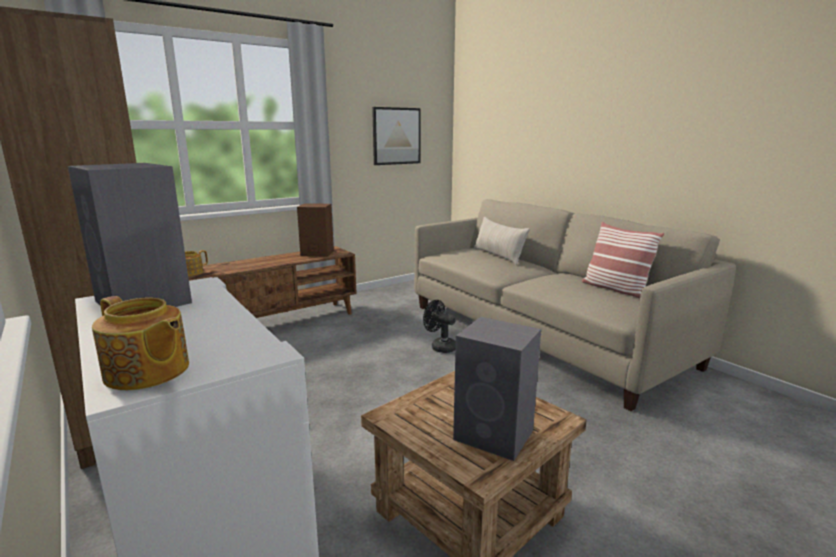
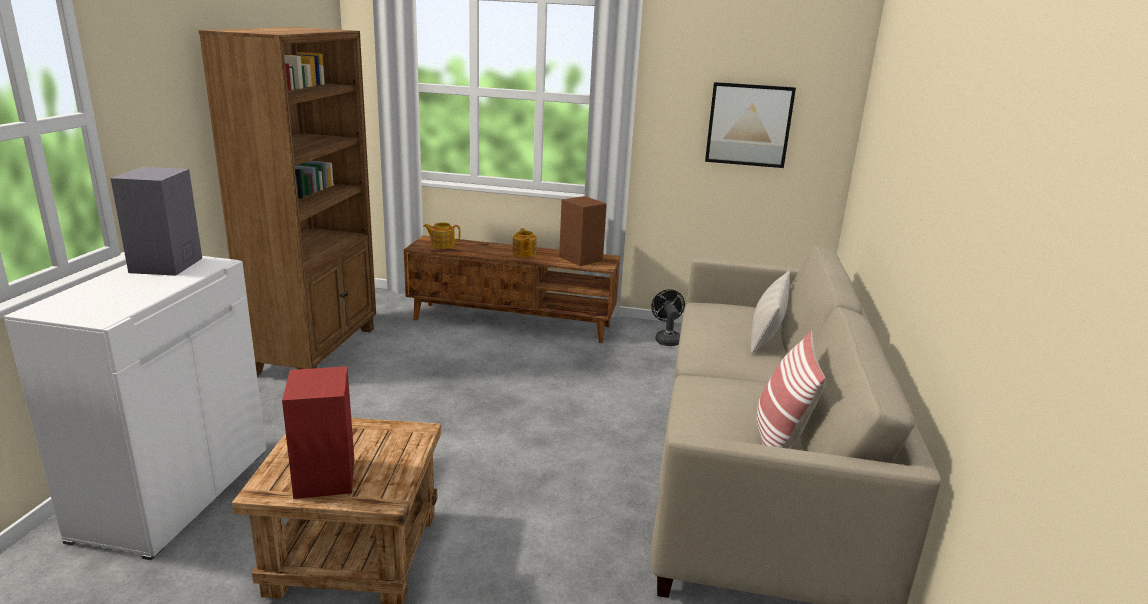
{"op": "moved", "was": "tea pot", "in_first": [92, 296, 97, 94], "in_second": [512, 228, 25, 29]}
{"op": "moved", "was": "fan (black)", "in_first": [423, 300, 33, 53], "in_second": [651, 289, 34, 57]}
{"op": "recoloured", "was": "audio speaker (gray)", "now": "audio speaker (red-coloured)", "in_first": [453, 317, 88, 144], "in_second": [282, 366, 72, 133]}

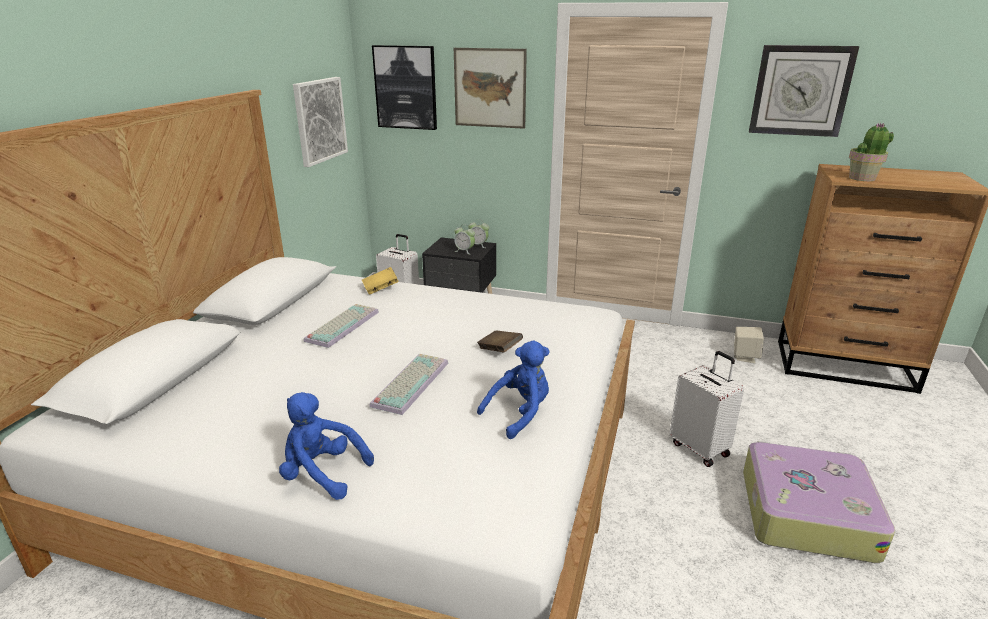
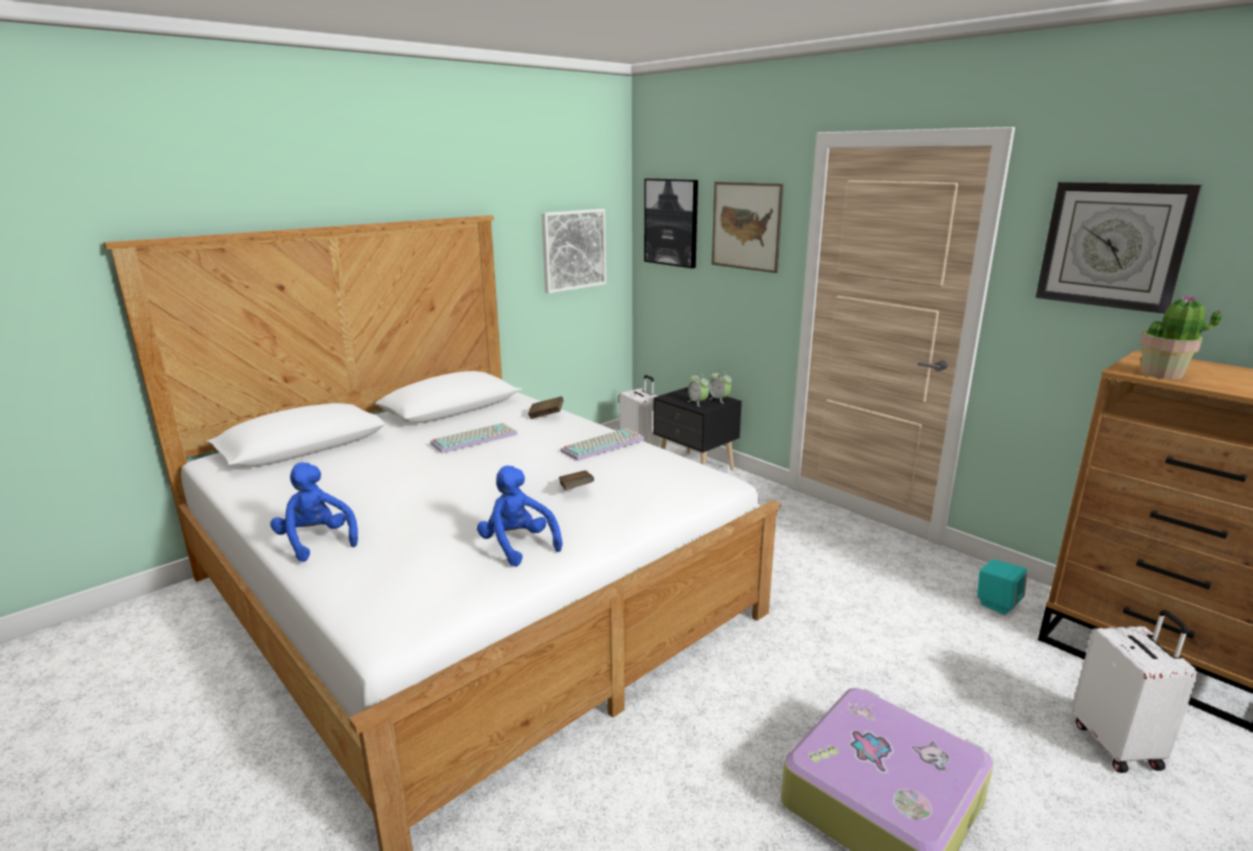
{"op": "moved", "was": "computer keyboard", "in_first": [369, 354, 79, 61], "in_second": [560, 428, 85, 33]}
{"op": "moved", "was": "travel case (white-coloured)", "in_first": [670, 351, 74, 116], "in_second": [1072, 610, 126, 163]}
{"op": "recoloured", "was": "volume (yellow-coloured)", "now": "volume (brown)", "in_first": [362, 267, 37, 28], "in_second": [528, 396, 36, 23]}
{"op": "recoloured", "was": "audio speaker (sand-coloured)", "now": "audio speaker (blue-green)", "in_first": [734, 327, 30, 36], "in_second": [977, 559, 50, 56]}
{"op": "turned", "was": "cuddly toy (bluish)", "in_first": [477, 341, 72, 98], "in_second": [477, 465, 85, 102], "clockwise": -120}

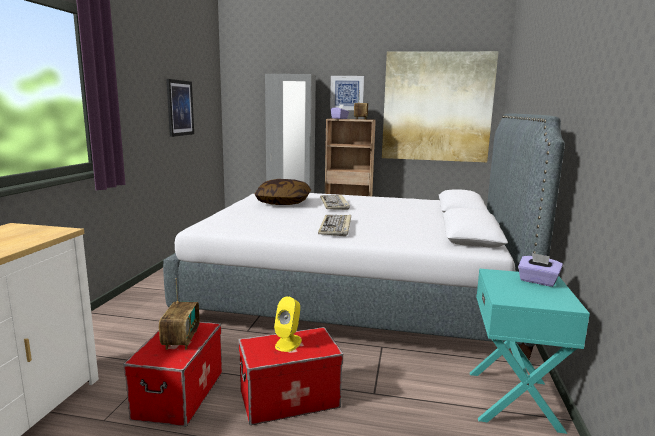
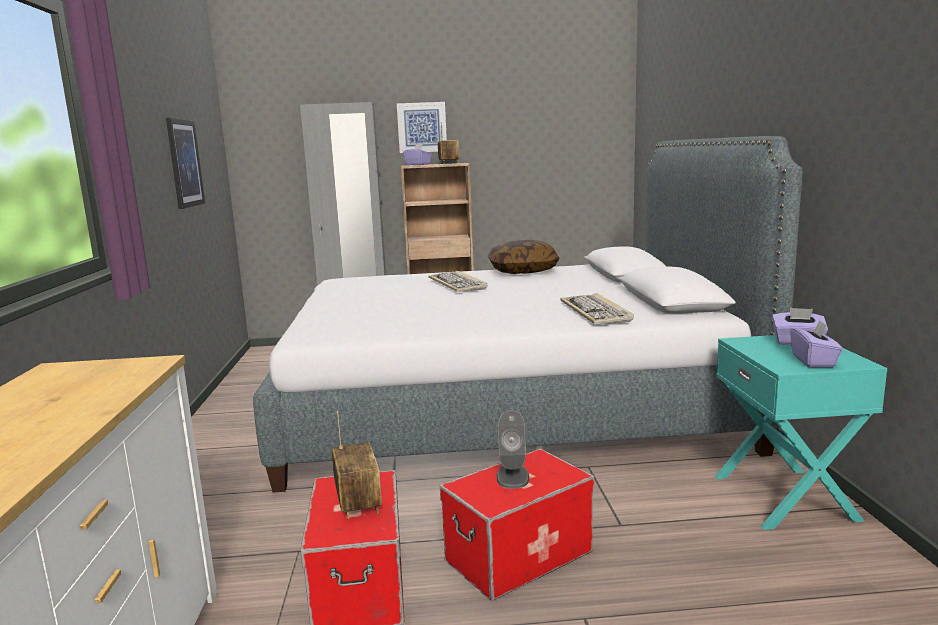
{"op": "removed", "was": "wall picture", "in_first": [382, 51, 117, 111]}
{"op": "added", "now": "tissue holder (purplish)", "in_second": [790, 320, 53, 47]}
{"op": "moved", "was": "throw pillow", "in_first": [255, 179, 56, 26], "in_second": [488, 240, 72, 34]}
{"op": "moved", "was": "computer keyboard", "in_first": [318, 215, 33, 21], "in_second": [560, 293, 74, 31]}
{"op": "recoloured", "was": "audio speaker (yellow-coloured)", "now": "audio speaker (gray)", "in_first": [274, 296, 28, 56], "in_second": [496, 410, 33, 79]}

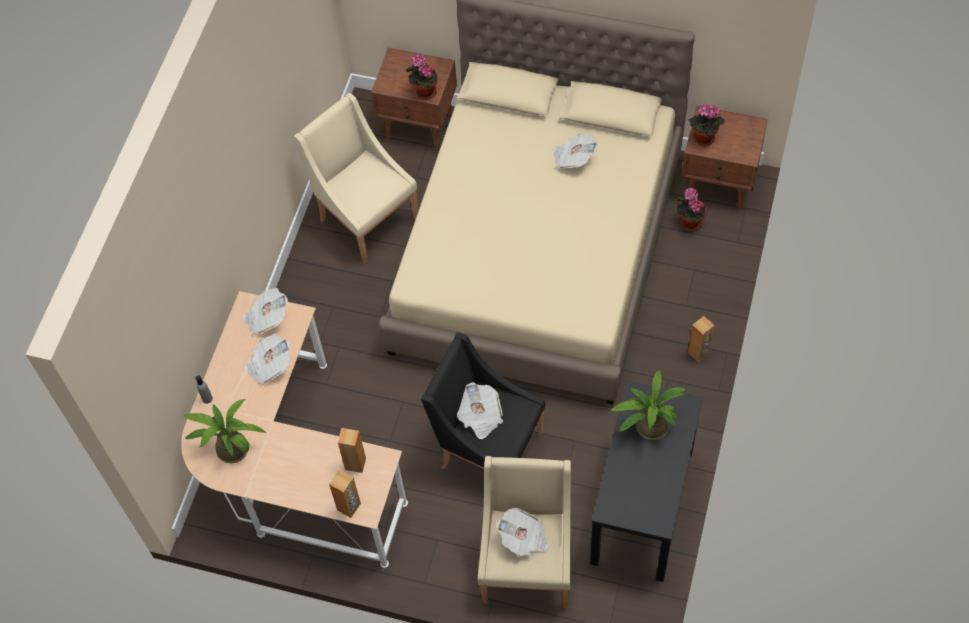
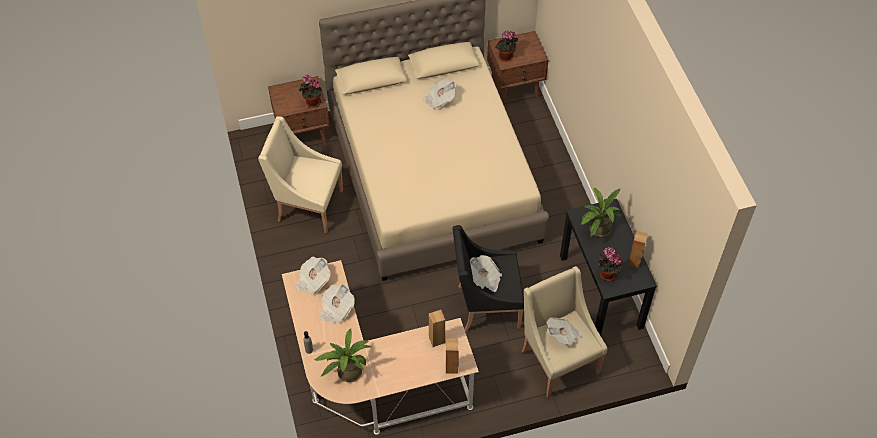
{"op": "moved", "was": "potted plant", "in_first": [677, 188, 29, 44], "in_second": [597, 247, 25, 35]}
{"op": "moved", "was": "audio speaker (brown)", "in_first": [688, 316, 26, 46], "in_second": [628, 231, 20, 37]}

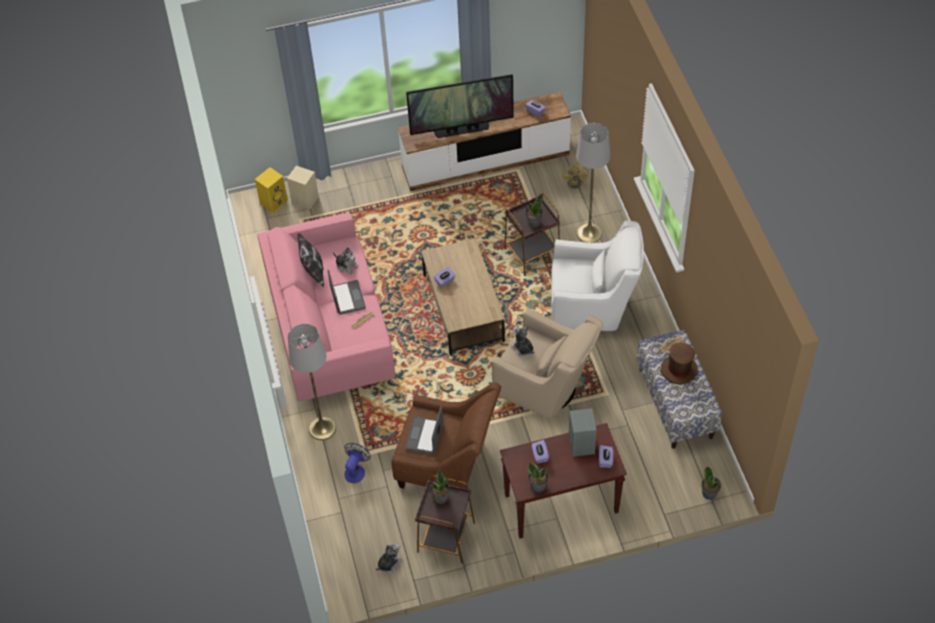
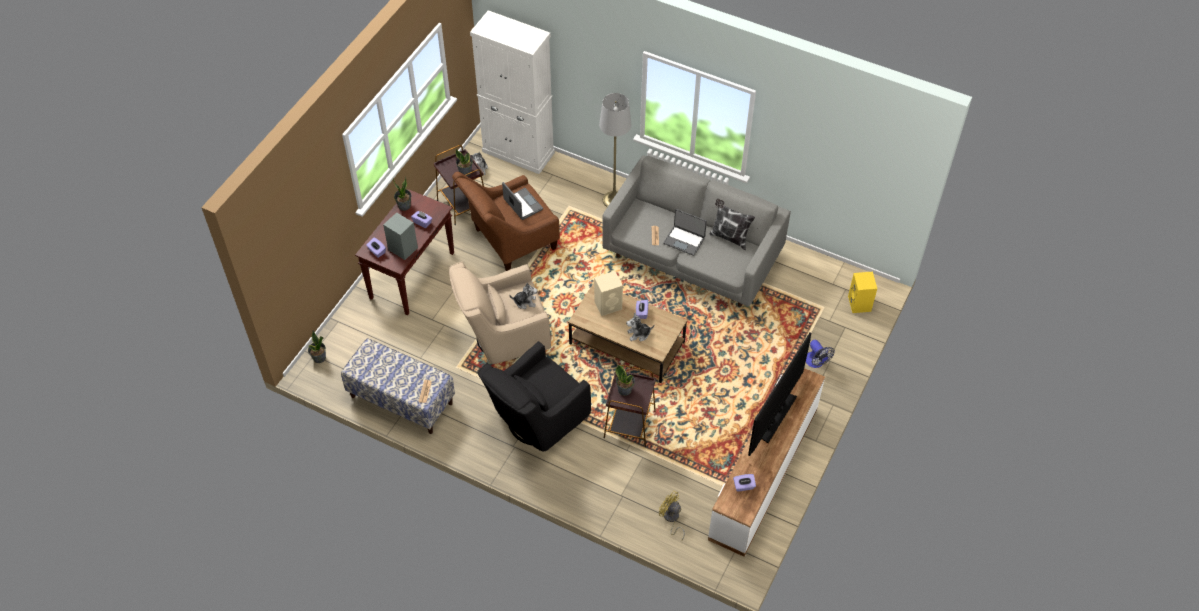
{"op": "removed", "was": "standing lamp (gray)", "in_first": [576, 123, 34, 120]}
{"op": "removed", "was": "hat (brown)", "in_first": [661, 342, 37, 43]}
{"op": "added", "now": "cupboard (white-coloured)", "in_second": [470, 10, 85, 164]}
{"op": "moved", "was": "audio speaker (sand-coloured)", "in_first": [287, 166, 32, 44], "in_second": [594, 271, 29, 45]}
{"op": "moved", "was": "cuddly toy", "in_first": [333, 247, 26, 28], "in_second": [626, 312, 28, 30]}
{"op": "moved", "was": "fan", "in_first": [344, 443, 27, 40], "in_second": [806, 340, 29, 28]}
{"op": "recoloured", "was": "sofa (pink)", "now": "sofa (gray)", "in_first": [257, 213, 138, 189], "in_second": [602, 155, 189, 152]}
{"op": "recoloured", "was": "easy chair (white-coloured)", "now": "easy chair (black)", "in_first": [551, 221, 93, 110], "in_second": [478, 341, 113, 111]}

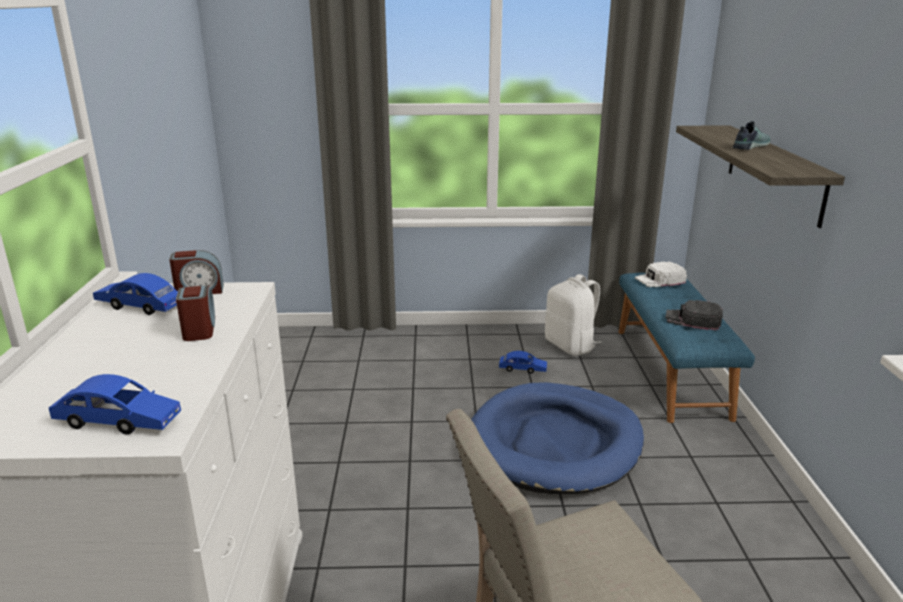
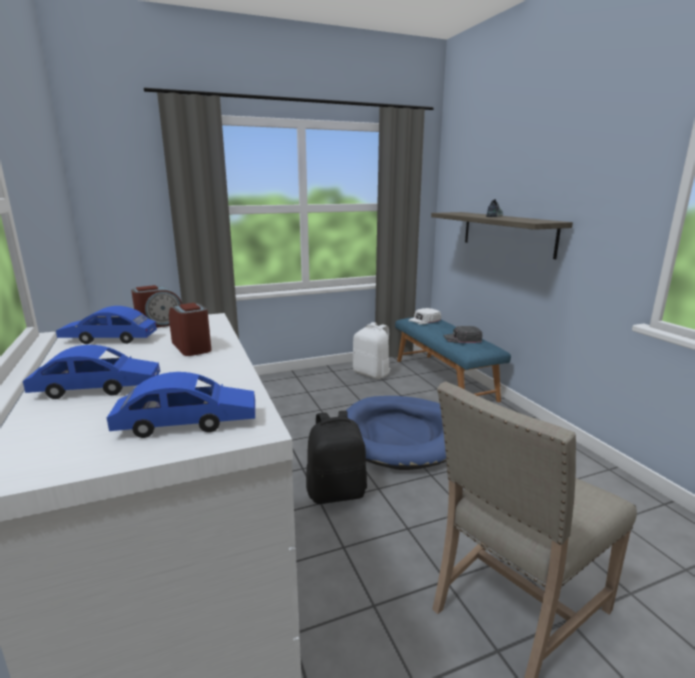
{"op": "added", "now": "knapsack (black)", "in_second": [306, 411, 61, 93]}
{"op": "moved", "was": "model car (bluish)", "in_first": [499, 351, 48, 23], "in_second": [23, 345, 137, 54]}

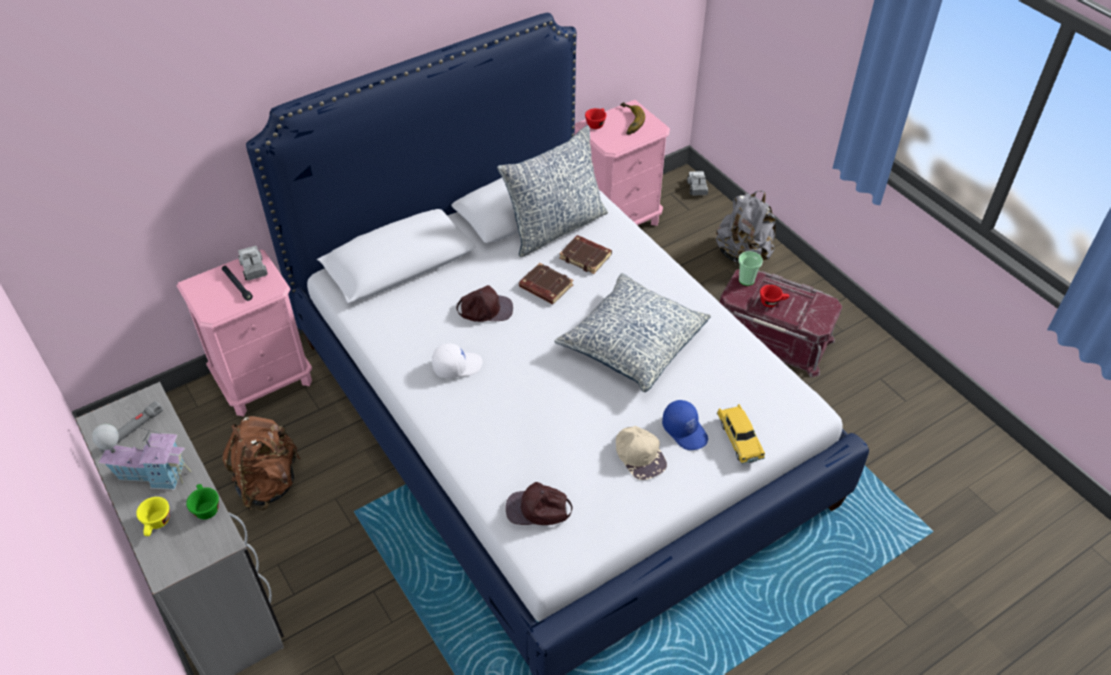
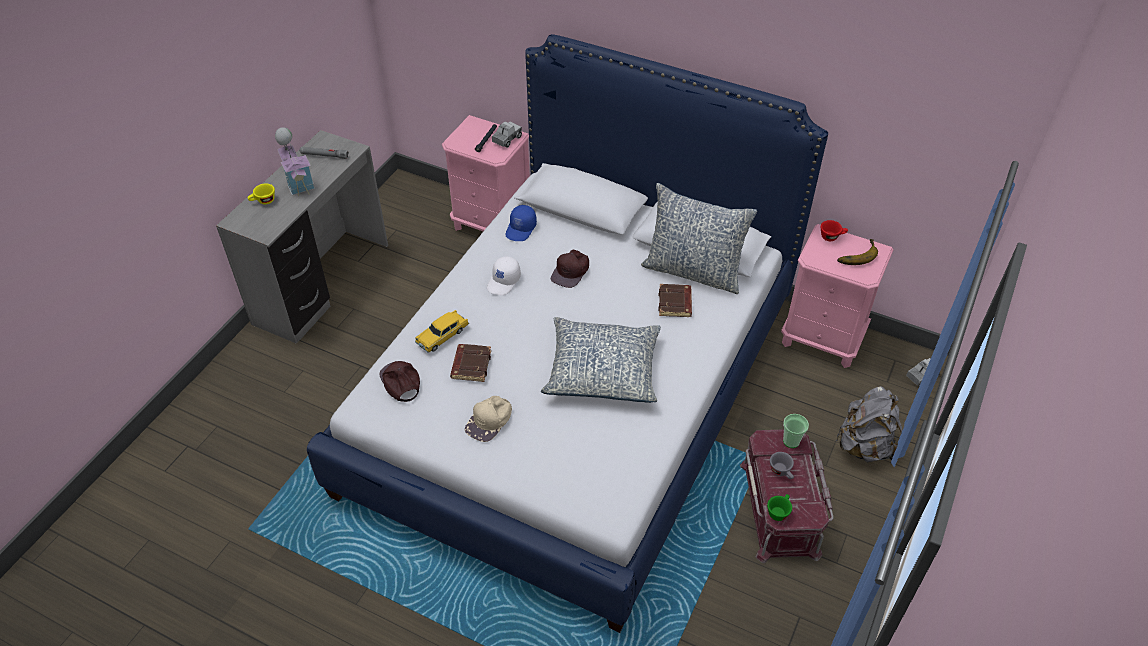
{"op": "removed", "was": "knapsack (brown)", "in_first": [222, 416, 78, 94]}
{"op": "moved", "was": "cup (greenish)", "in_first": [186, 484, 33, 36], "in_second": [767, 494, 25, 27]}
{"op": "moved", "was": "volume (brown)", "in_first": [519, 263, 54, 41], "in_second": [450, 344, 41, 38]}
{"op": "moved", "was": "baseball cap (bluish)", "in_first": [662, 400, 46, 50], "in_second": [505, 205, 32, 36]}
{"op": "moved", "was": "model car (yellow-coloured)", "in_first": [717, 404, 48, 60], "in_second": [415, 310, 54, 43]}
{"op": "recoloured", "was": "cup (red-coloured)", "now": "cup (gray)", "in_first": [760, 285, 29, 22], "in_second": [770, 452, 24, 27]}
{"op": "turned", "was": "baseball cap (white-coloured)", "in_first": [432, 343, 50, 36], "in_second": [487, 256, 34, 39], "clockwise": 75}
{"op": "turned", "was": "baseball cap (brown)", "in_first": [457, 285, 56, 37], "in_second": [551, 250, 38, 38], "clockwise": 60}

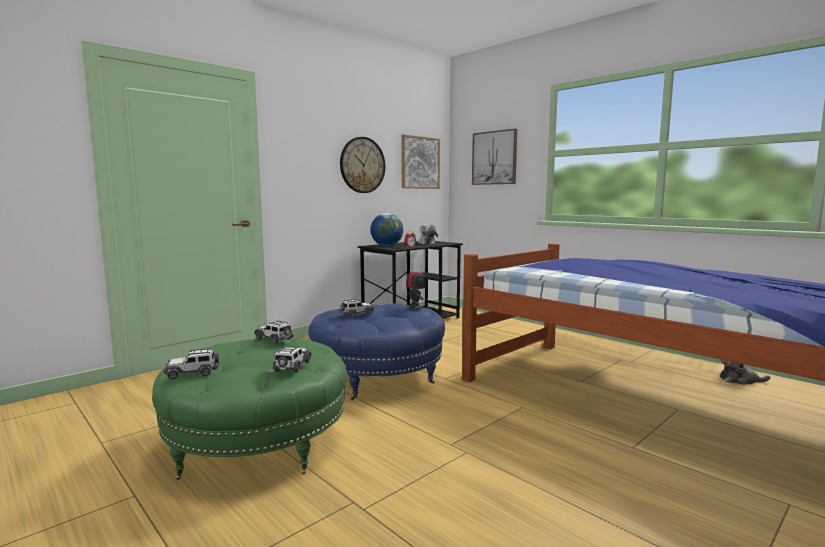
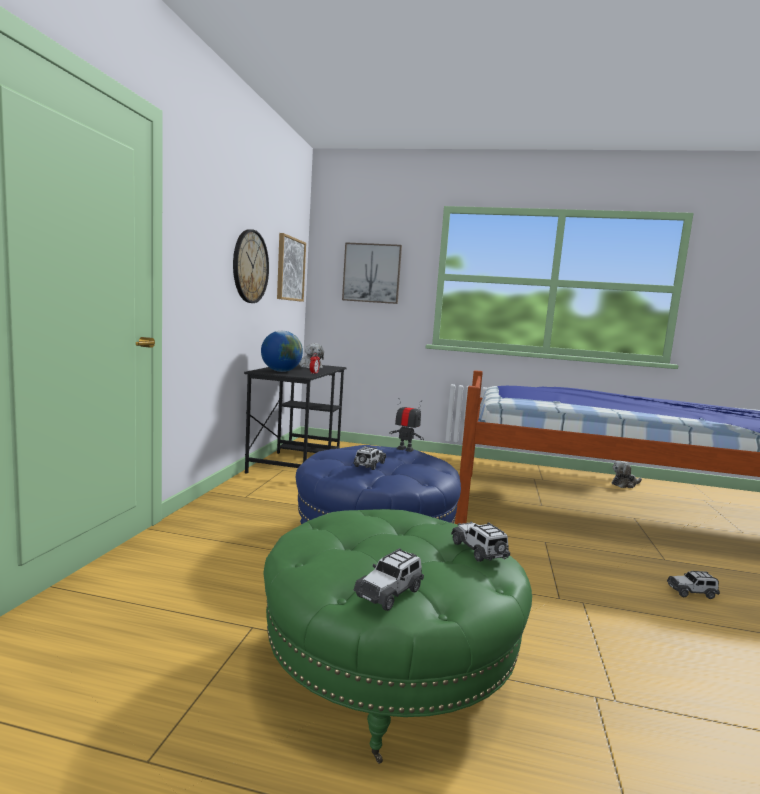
{"op": "moved", "was": "model car", "in_first": [254, 320, 40, 24], "in_second": [667, 571, 53, 28]}

